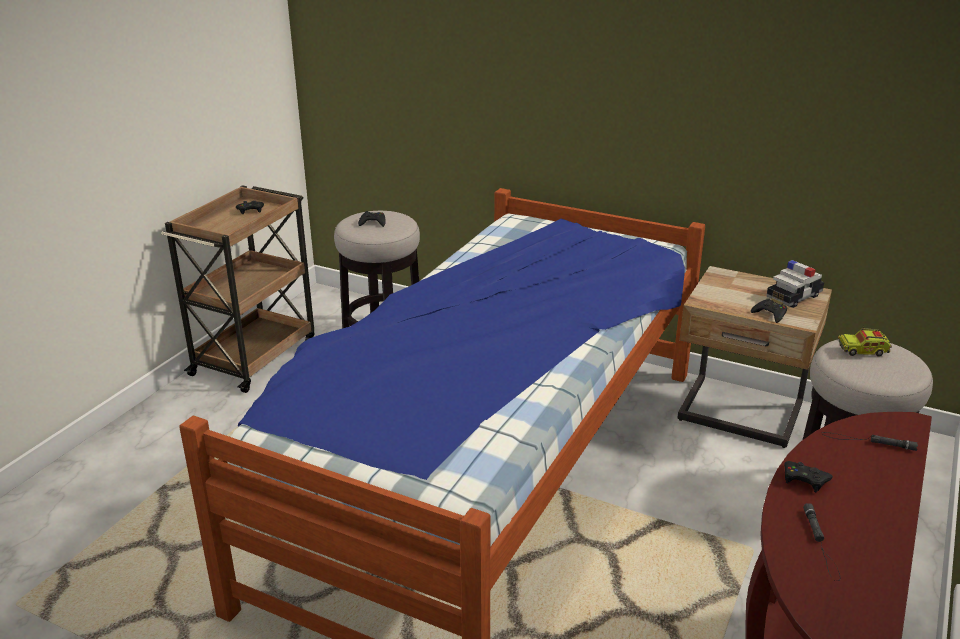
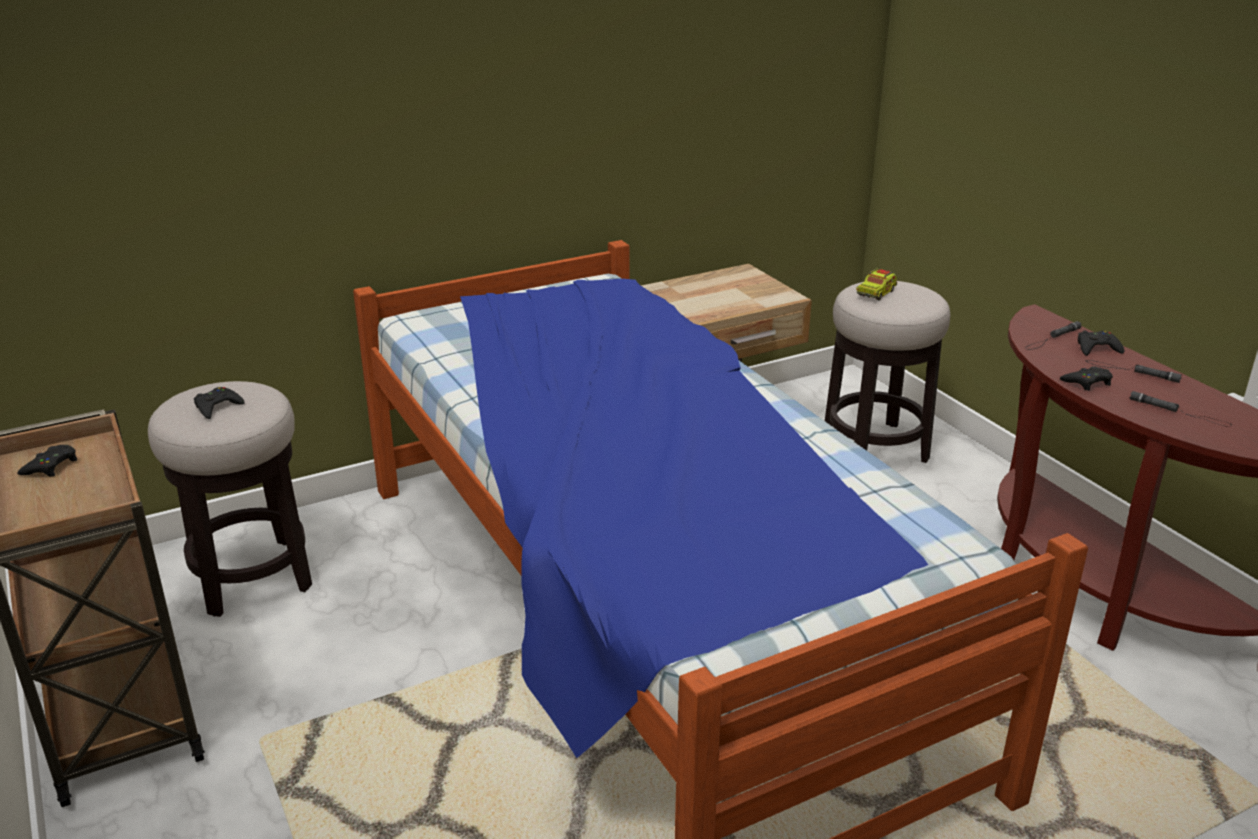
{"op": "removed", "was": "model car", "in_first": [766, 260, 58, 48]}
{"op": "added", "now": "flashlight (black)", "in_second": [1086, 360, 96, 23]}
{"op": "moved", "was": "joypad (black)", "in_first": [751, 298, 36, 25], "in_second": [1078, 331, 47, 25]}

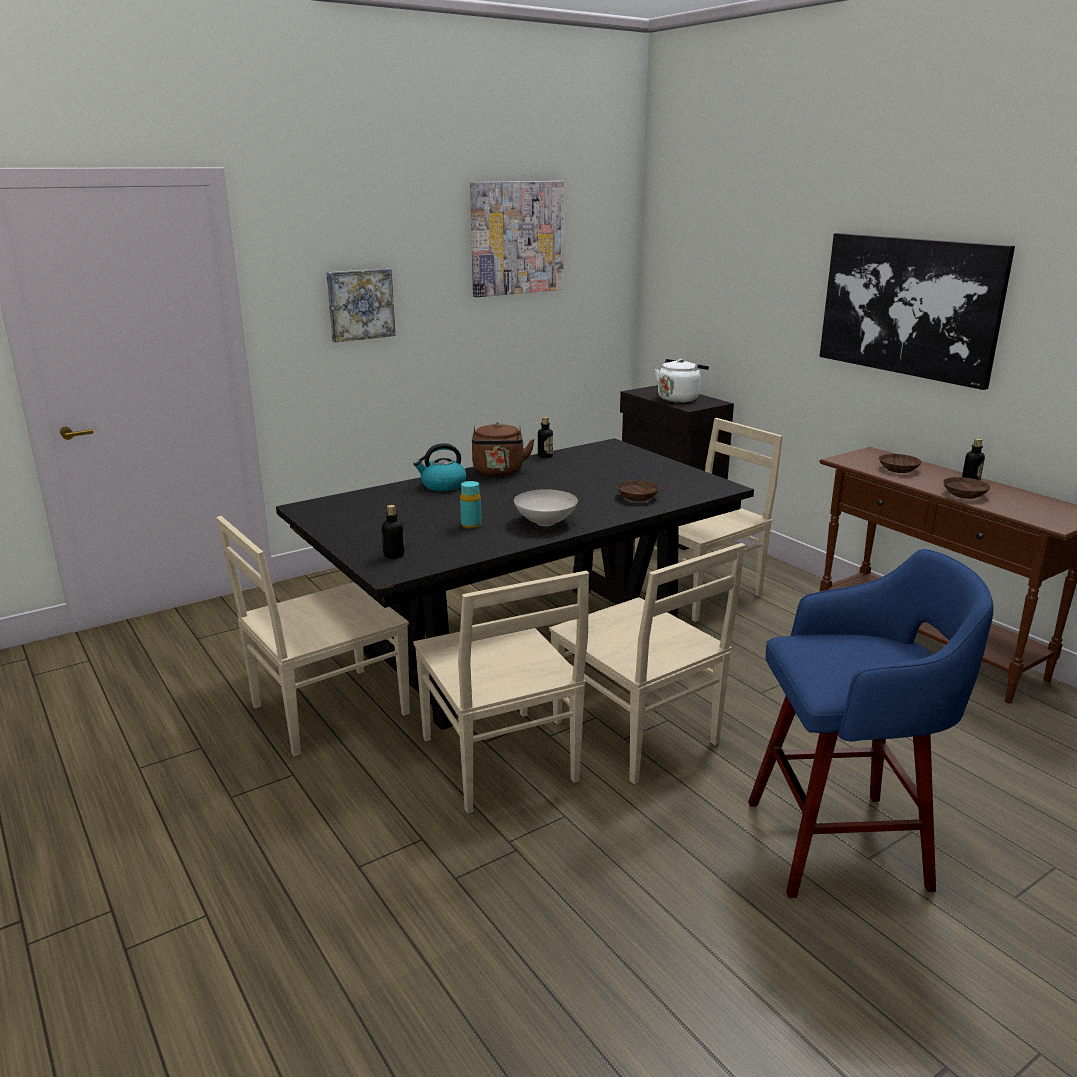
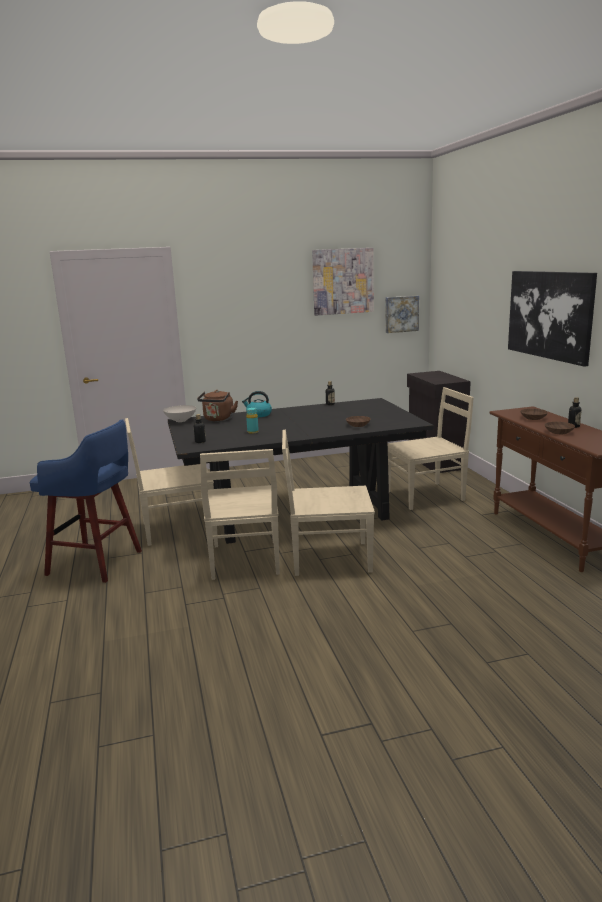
{"op": "removed", "was": "water kettle (white-coloured)", "in_first": [655, 359, 54, 44]}
{"op": "moved", "was": "wall picture", "in_first": [326, 268, 70, 74], "in_second": [385, 296, 34, 37]}
{"op": "moved", "was": "water kettle (brown)", "in_first": [472, 422, 63, 54], "in_second": [197, 390, 41, 31]}
{"op": "moved", "was": "serving bowl (white-coloured)", "in_first": [514, 489, 64, 37], "in_second": [163, 405, 33, 17]}
{"op": "moved", "was": "sitting stool (bluish)", "in_first": [748, 549, 246, 349], "in_second": [30, 419, 112, 164]}
{"op": "turned", "was": "chair (sand-coloured)", "in_first": [549, 543, 196, 241], "in_second": [282, 430, 93, 146], "clockwise": 105}

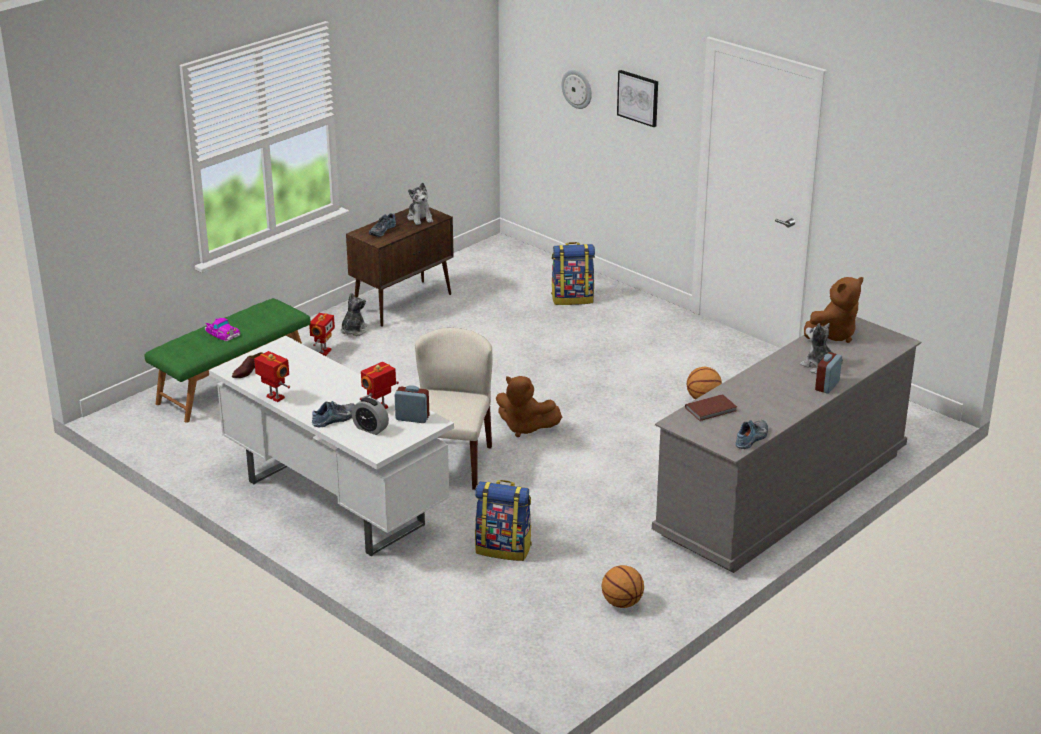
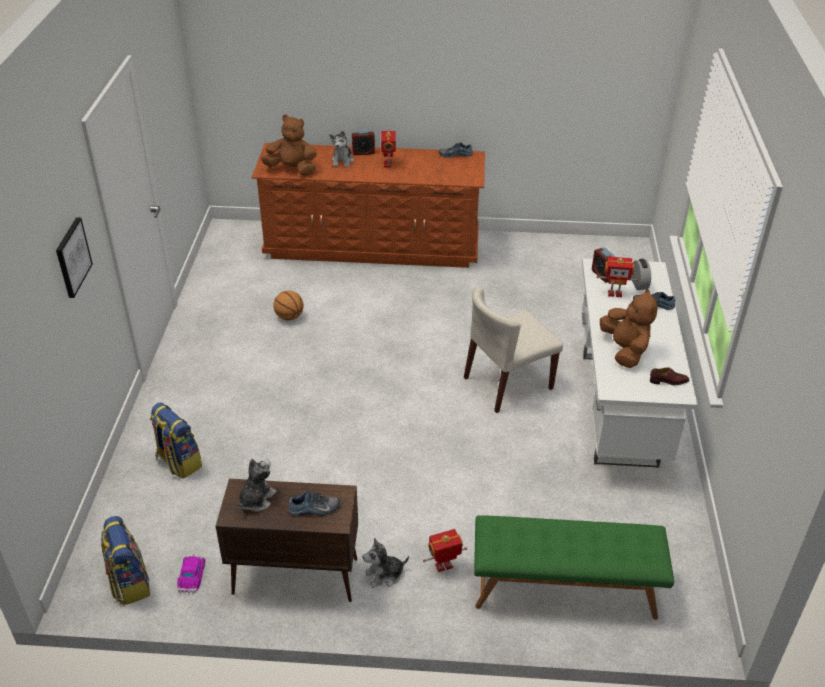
{"op": "removed", "was": "hanging clock", "in_first": [562, 70, 30, 39]}
{"op": "removed", "was": "basketball ball", "in_first": [601, 565, 43, 43]}
{"op": "removed", "was": "volume (brown)", "in_first": [685, 394, 52, 27]}
{"op": "moved", "was": "model car", "in_first": [205, 318, 35, 23], "in_second": [177, 554, 29, 40]}
{"op": "moved", "was": "robot figure", "in_first": [254, 351, 36, 51], "in_second": [381, 130, 15, 38]}
{"op": "moved", "was": "knapsack", "in_first": [475, 480, 57, 81], "in_second": [101, 516, 49, 89]}
{"op": "moved", "was": "cuddly toy (brown)", "in_first": [496, 376, 66, 61], "in_second": [600, 289, 58, 79]}
{"op": "recoloured", "was": "dresser (gray)", "now": "dresser (brown)", "in_first": [652, 317, 269, 256], "in_second": [252, 143, 233, 125]}

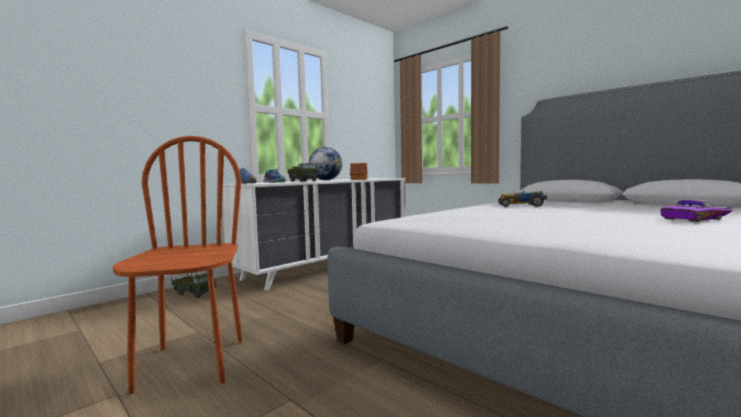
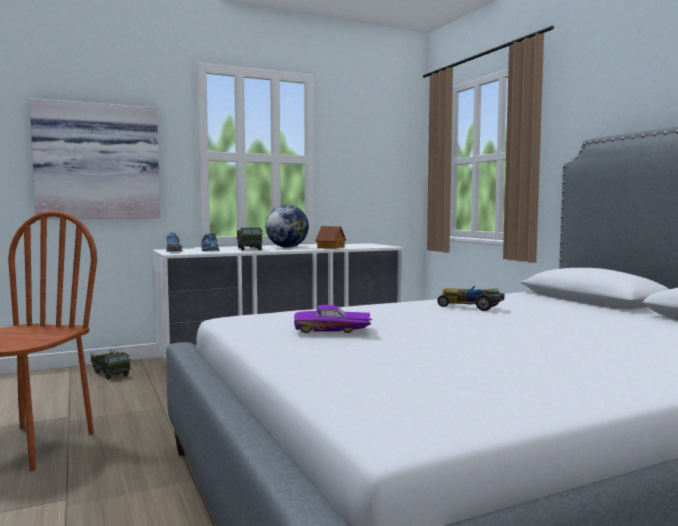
{"op": "added", "now": "wall picture", "in_second": [30, 98, 130, 121]}
{"op": "moved", "was": "model car (purplish)", "in_first": [660, 200, 73, 22], "in_second": [294, 305, 79, 28]}

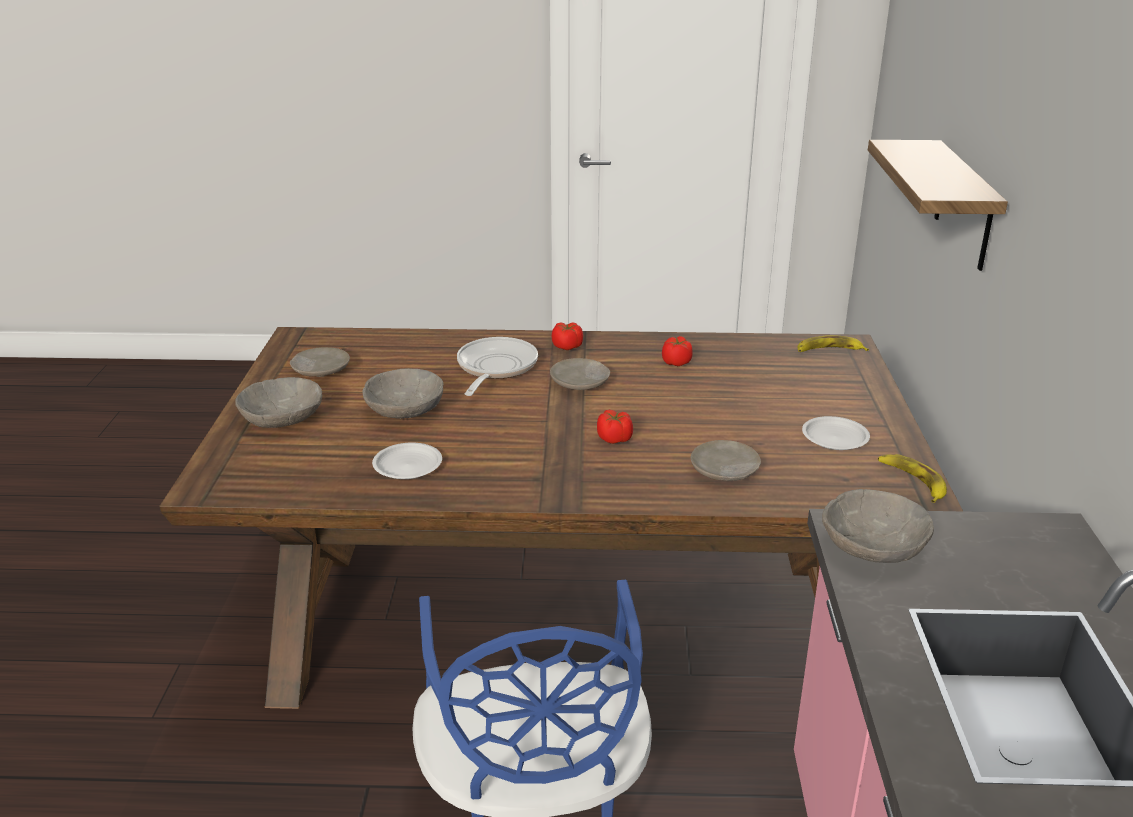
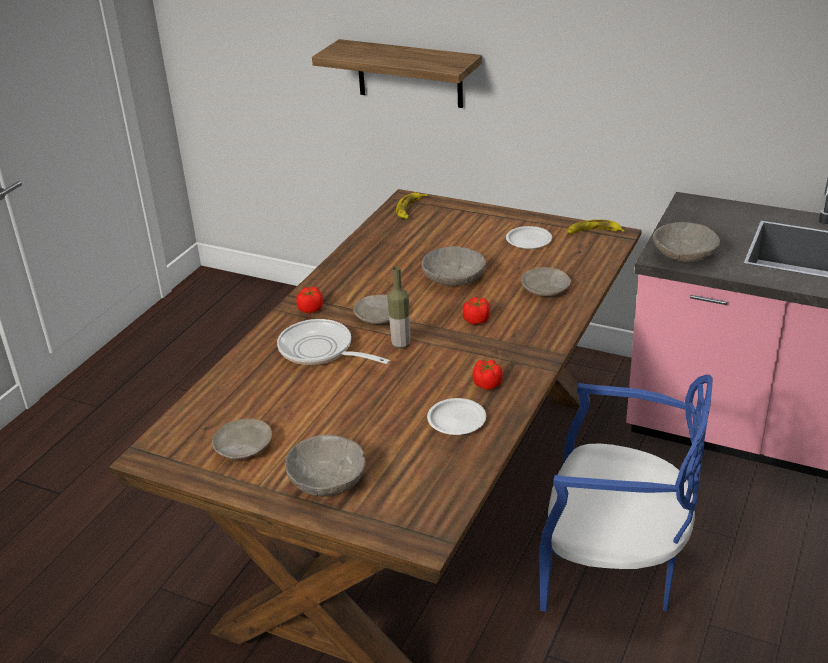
{"op": "added", "now": "beverage bottle", "in_second": [387, 266, 23, 83]}
{"op": "moved", "was": "serving bowl (gray)", "in_first": [362, 368, 82, 51], "in_second": [422, 246, 64, 40]}
{"op": "moved", "was": "whole tomato", "in_first": [662, 336, 31, 30], "in_second": [473, 360, 30, 30]}

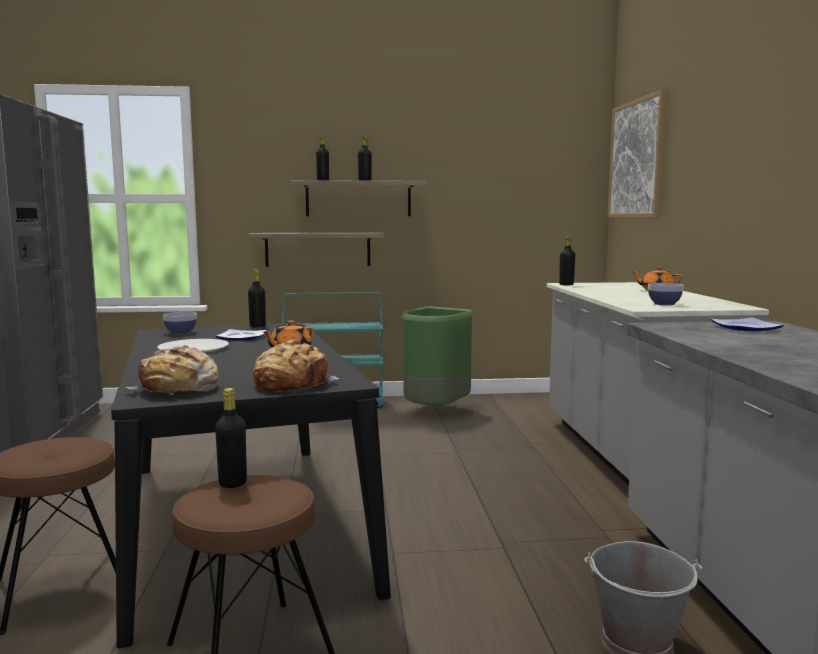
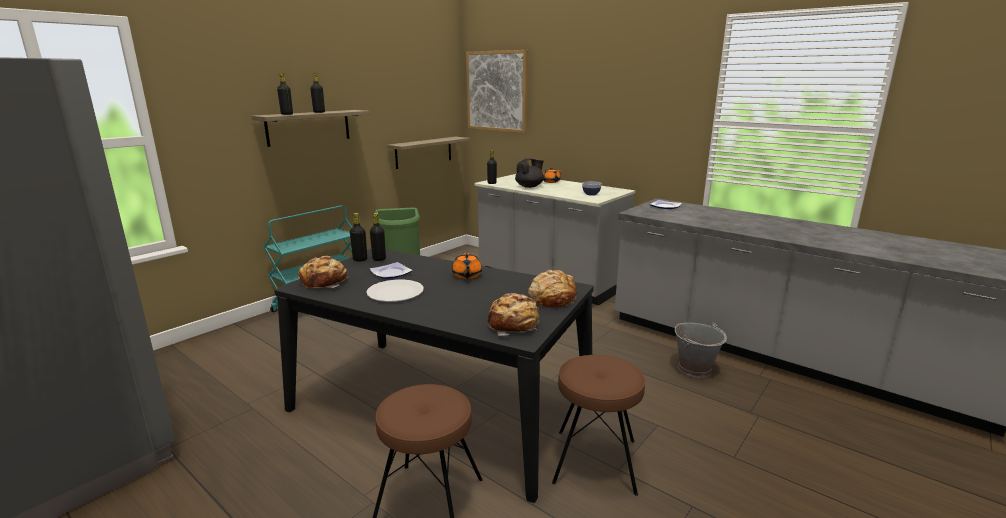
{"op": "added", "now": "tea pot (black)", "in_second": [515, 158, 29, 30]}
{"op": "moved", "was": "beverage bottle (black)", "in_first": [215, 388, 32, 100], "in_second": [370, 213, 16, 48]}
{"op": "moved", "was": "bracket shelf", "in_first": [248, 233, 136, 34], "in_second": [387, 137, 83, 32]}
{"op": "replaced", "was": "serving bowl", "now": "bread", "in_first": [163, 312, 34, 22], "in_second": [298, 256, 50, 32]}

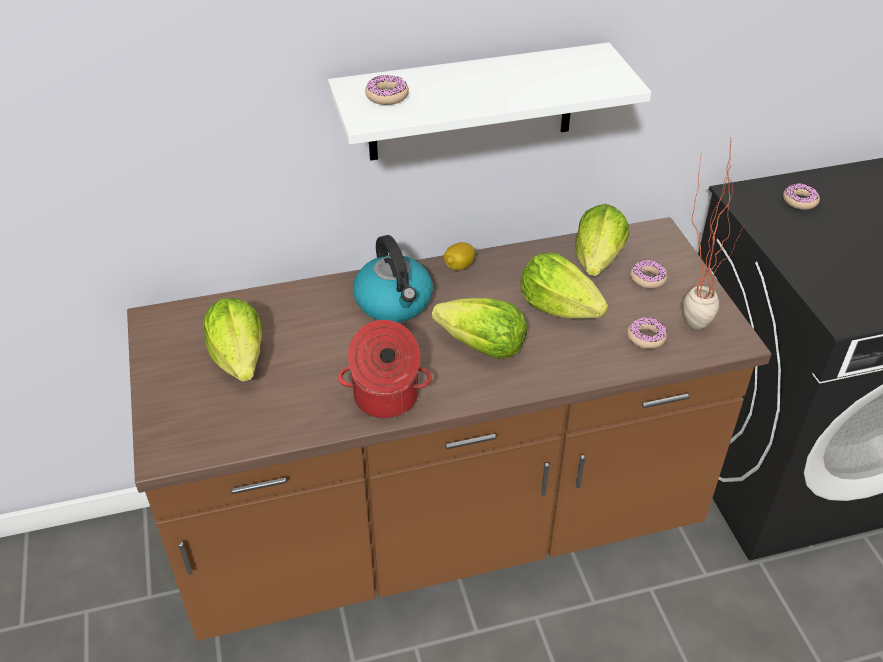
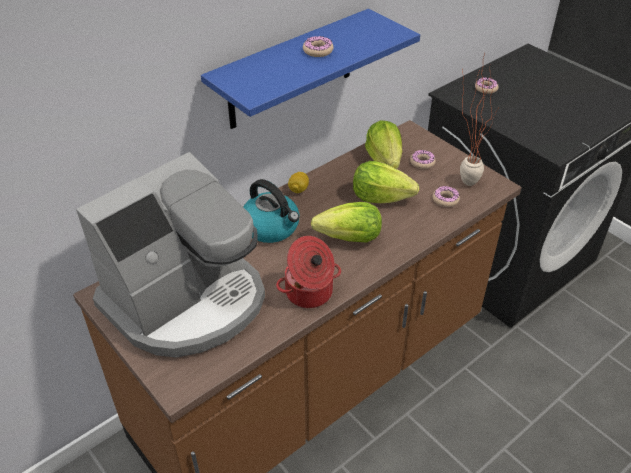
{"op": "moved", "was": "ring doughnut", "in_first": [365, 75, 44, 30], "in_second": [303, 36, 31, 21]}
{"op": "replaced", "was": "lettuce", "now": "coffee brewer", "in_first": [203, 298, 59, 84], "in_second": [76, 152, 189, 206]}
{"op": "recoloured", "was": "bracket shelf (white-coloured)", "now": "bracket shelf (bluish)", "in_first": [328, 42, 324, 119], "in_second": [201, 9, 219, 120]}

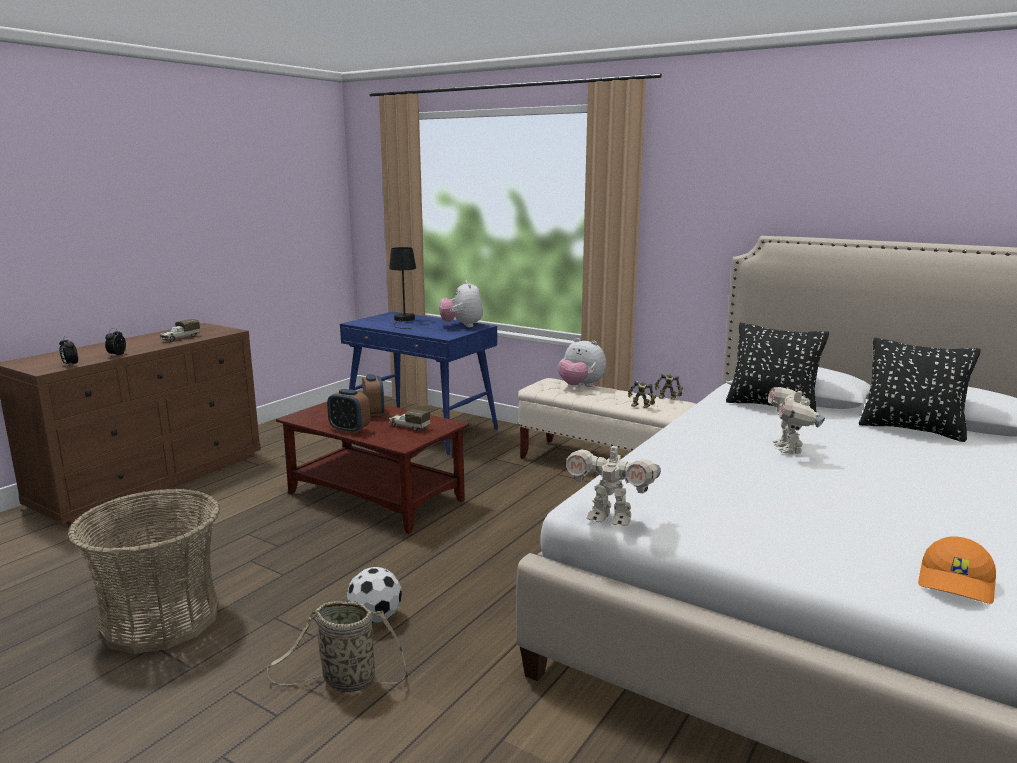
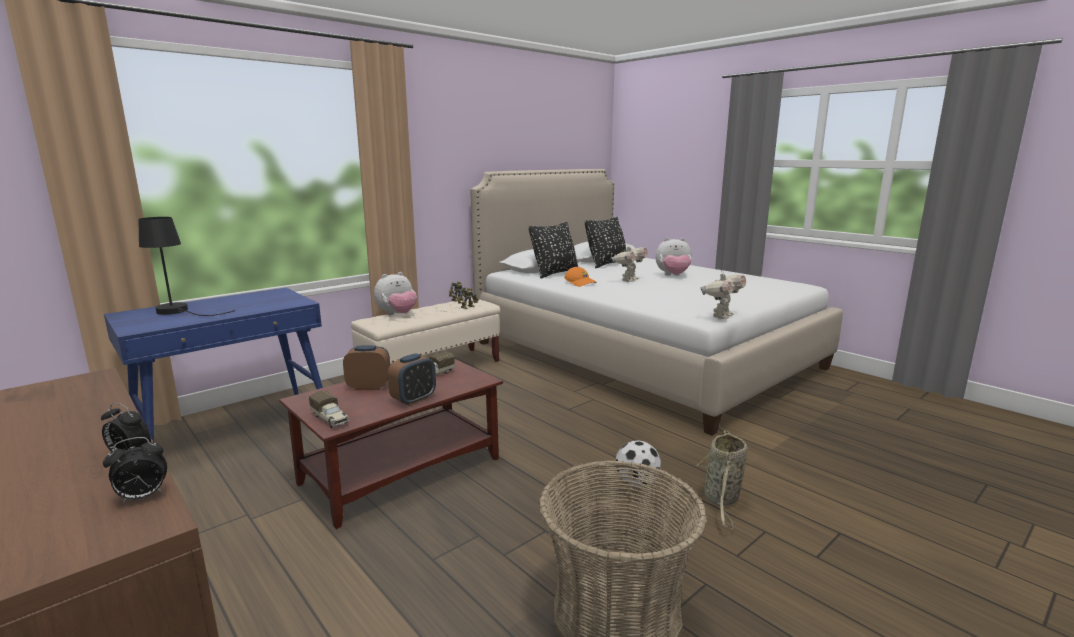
{"op": "moved", "was": "toy truck", "in_first": [160, 319, 40, 23], "in_second": [309, 391, 40, 37]}
{"op": "moved", "was": "cuddly toy", "in_first": [439, 281, 44, 46], "in_second": [655, 238, 37, 38]}
{"op": "moved", "was": "baseball cap (orangey)", "in_first": [918, 537, 78, 67], "in_second": [564, 267, 33, 20]}
{"op": "turned", "was": "robot figure", "in_first": [768, 385, 57, 69], "in_second": [611, 244, 37, 38], "clockwise": -75}

